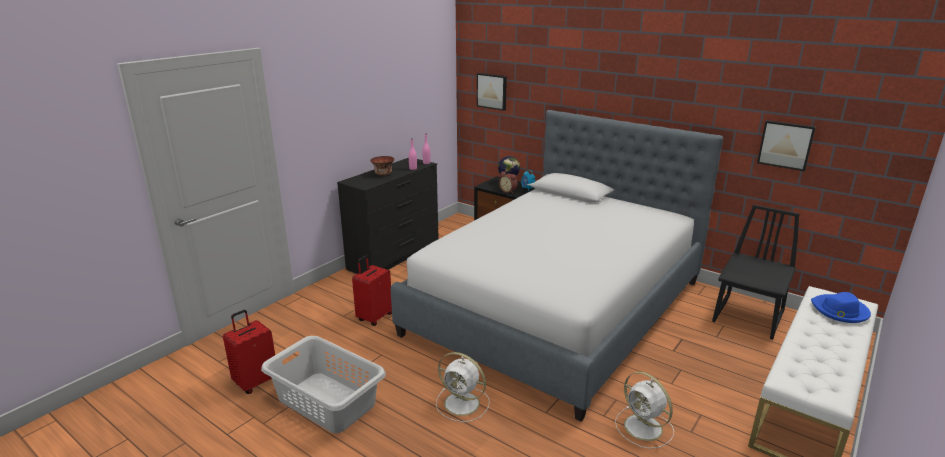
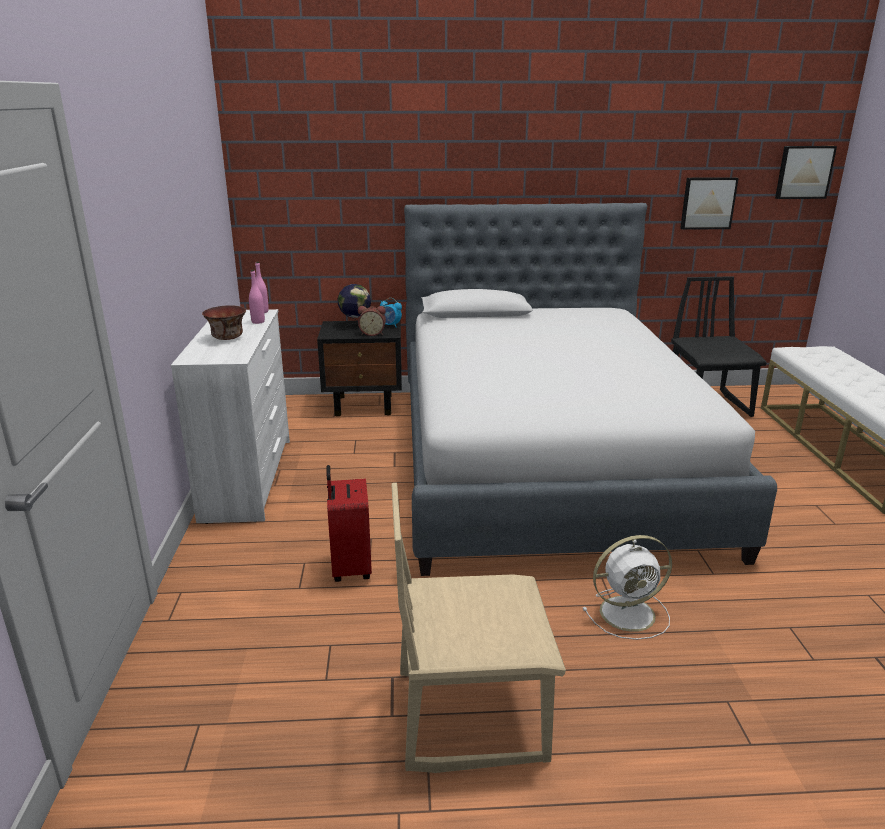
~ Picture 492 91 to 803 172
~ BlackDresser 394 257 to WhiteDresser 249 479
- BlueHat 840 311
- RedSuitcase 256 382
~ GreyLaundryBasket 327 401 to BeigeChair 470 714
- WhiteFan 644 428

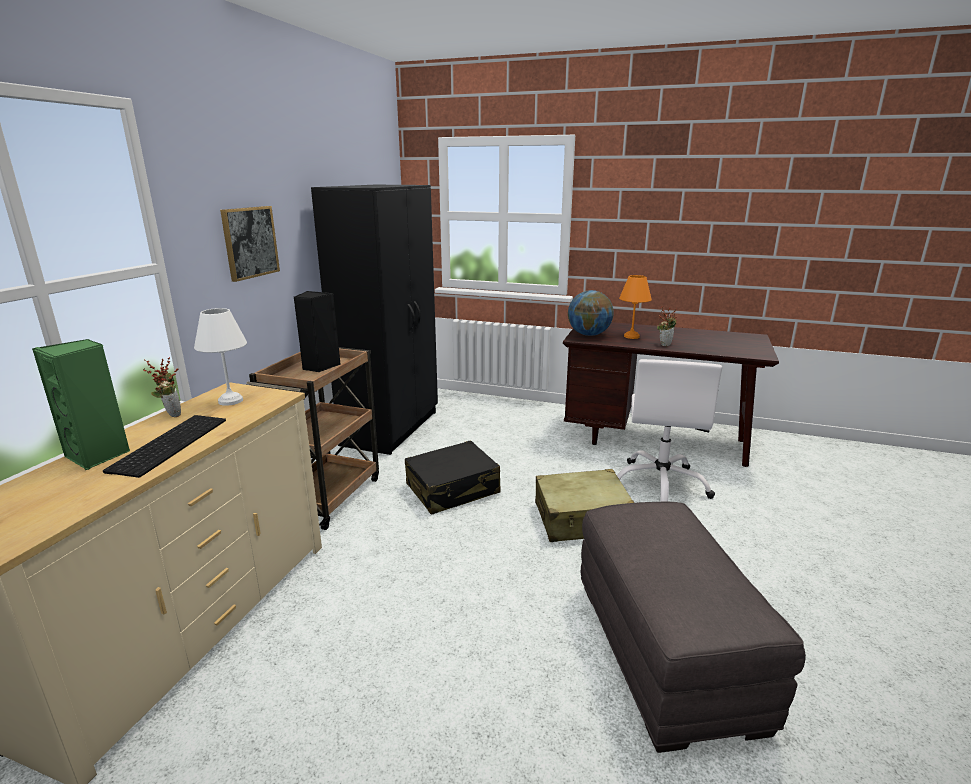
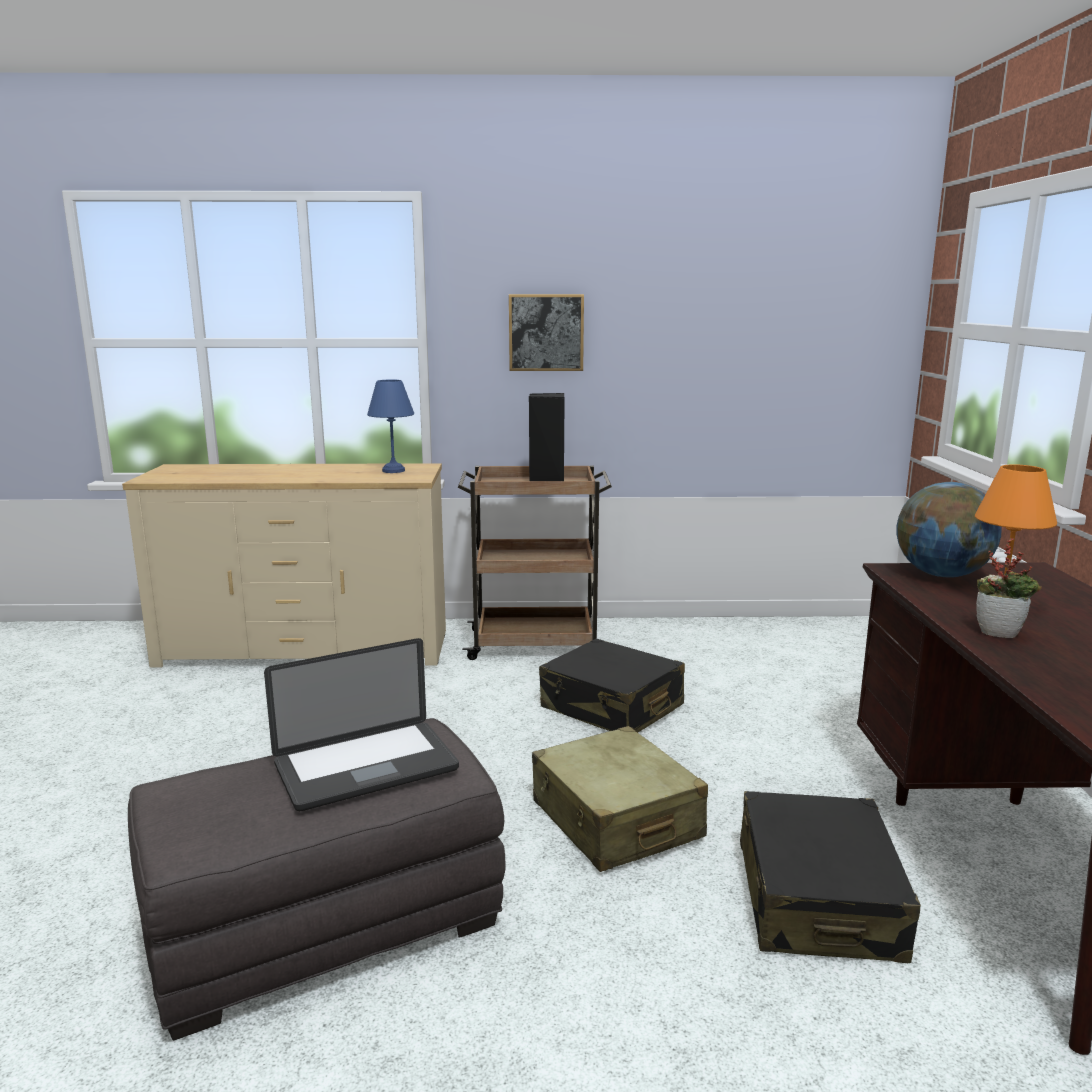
- BlackWardrobe 392 428
~ WhiteTableLamp 230 401 to BlueTableLamp 392 471
- GreenSpeaker 99 455
- PottedPlant 171 414
~ WhiteOfficeChair 660 484 to BlackSuitcase 817 899
- Keyboard 169 443
+ Laptop 366 767

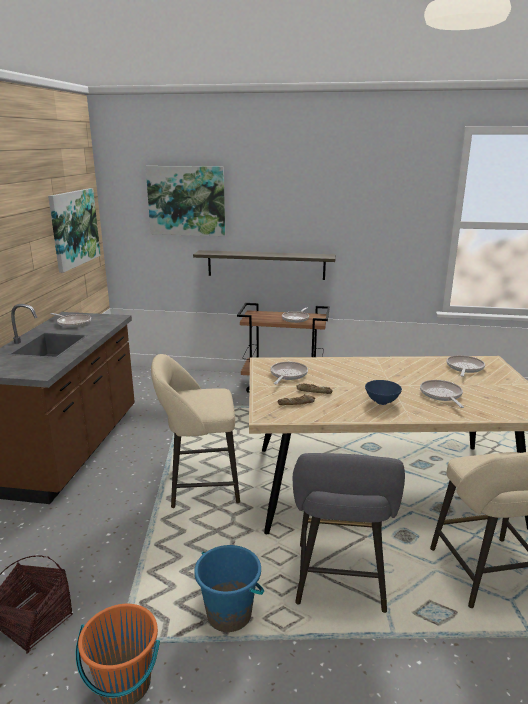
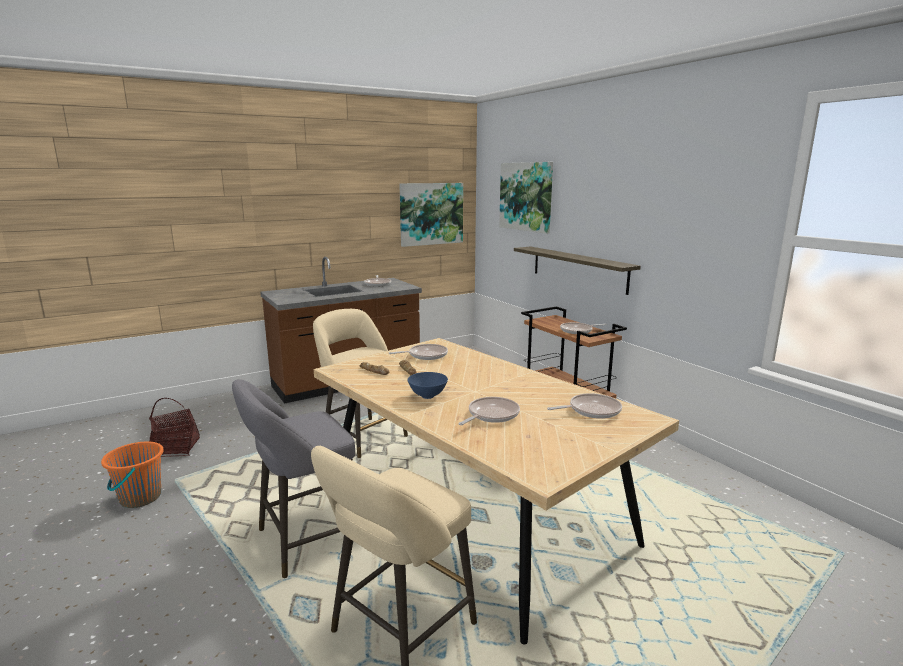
- BlueBucket 229 614

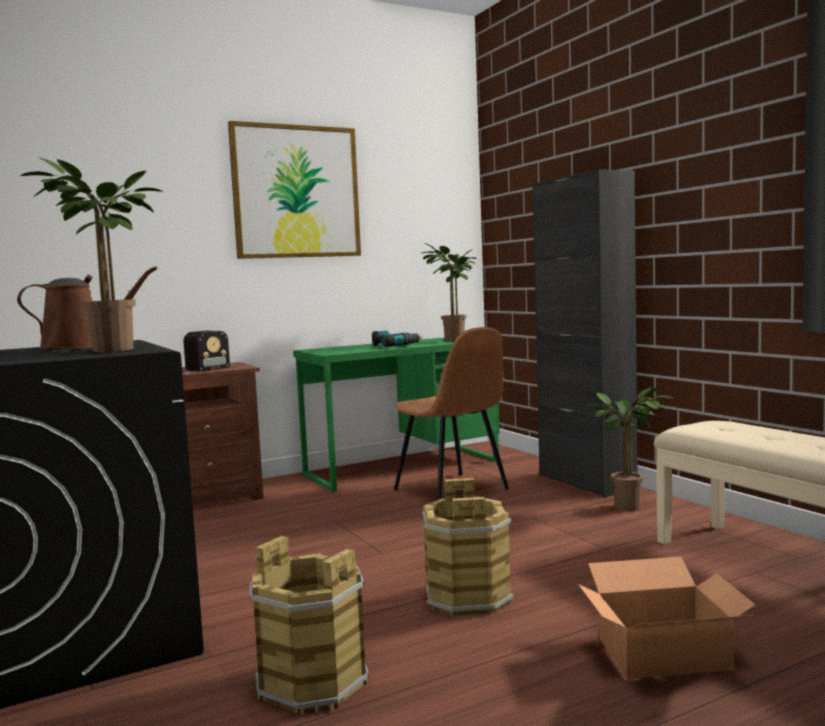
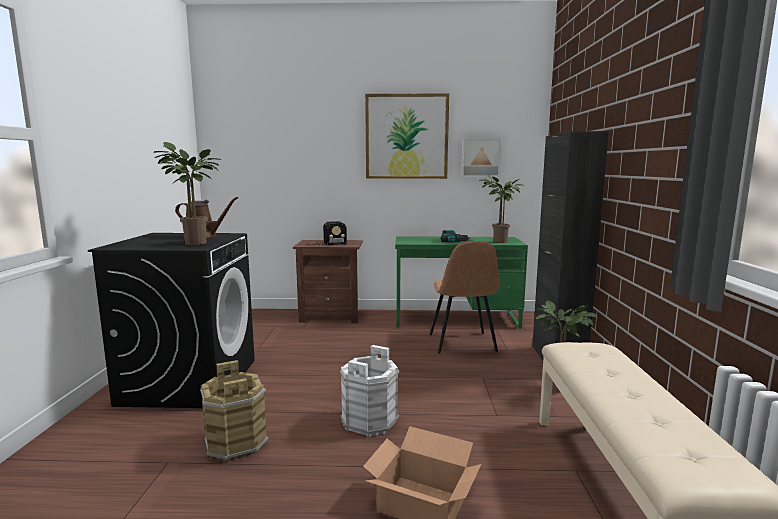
~ BrownBucket 468 597 to WhiteBucket 370 421
+ Picture 480 157

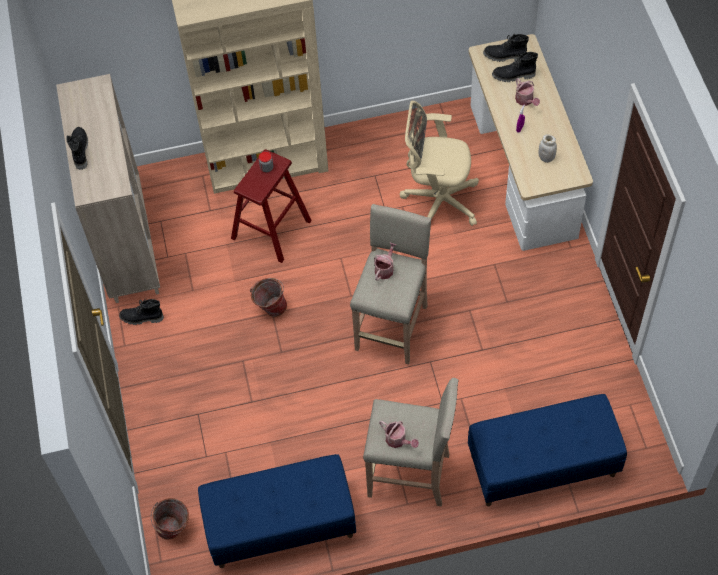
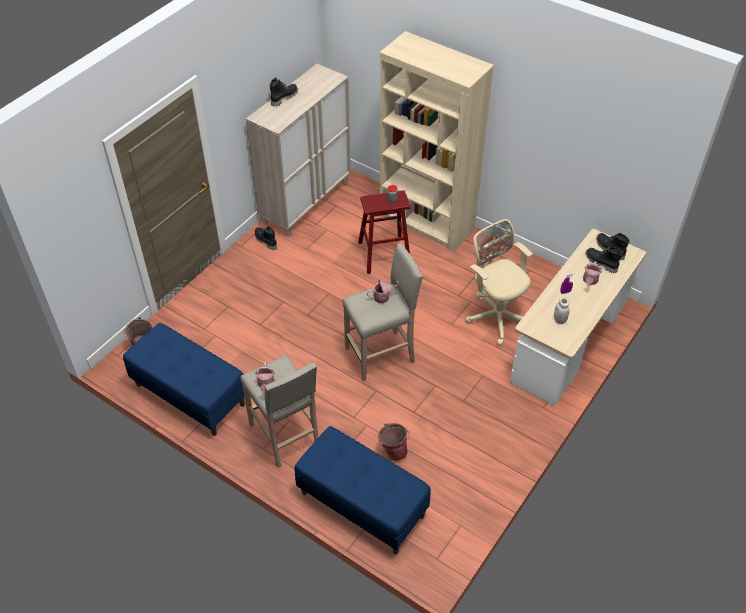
~ Bucket 270 308 to 393 451

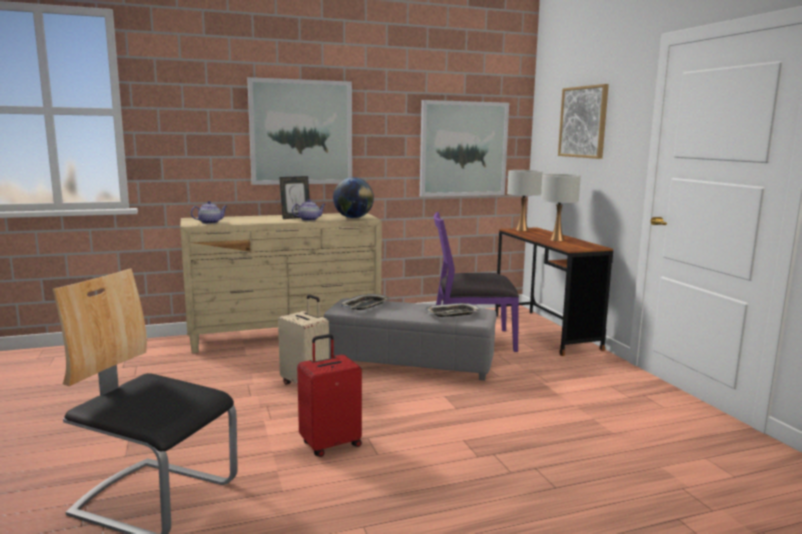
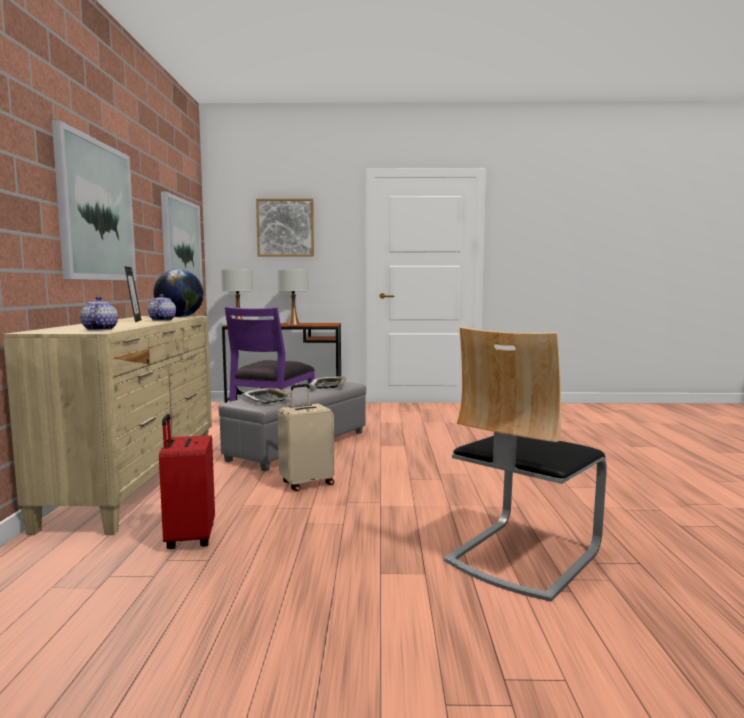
~ RedSuitcase 330 444 to 189 538

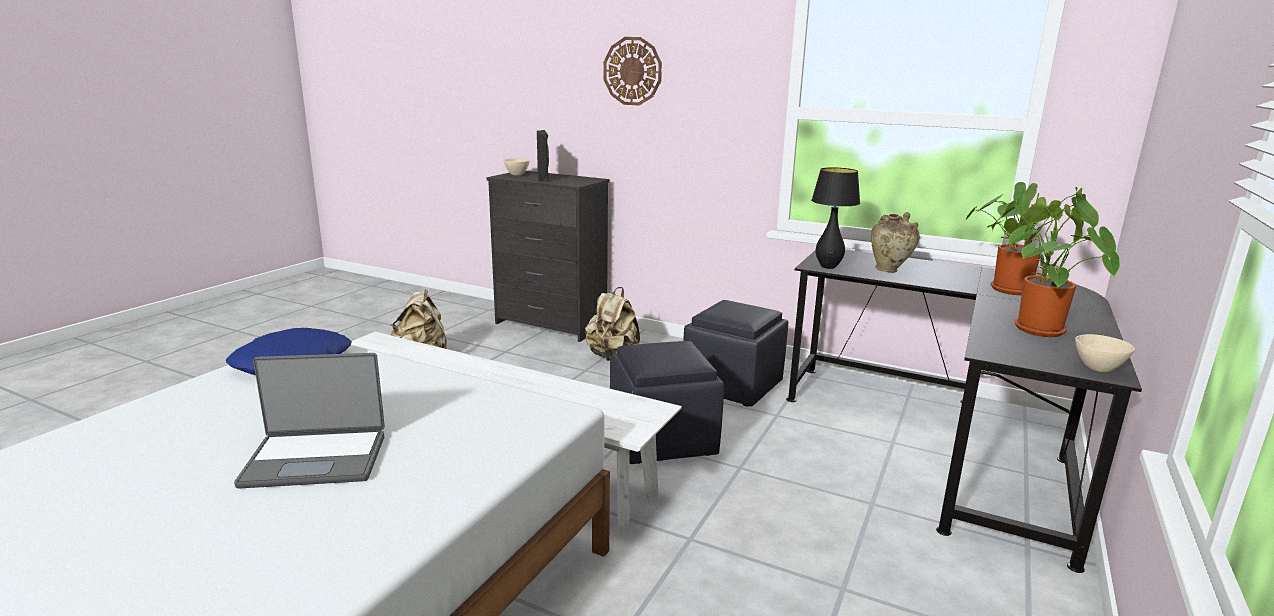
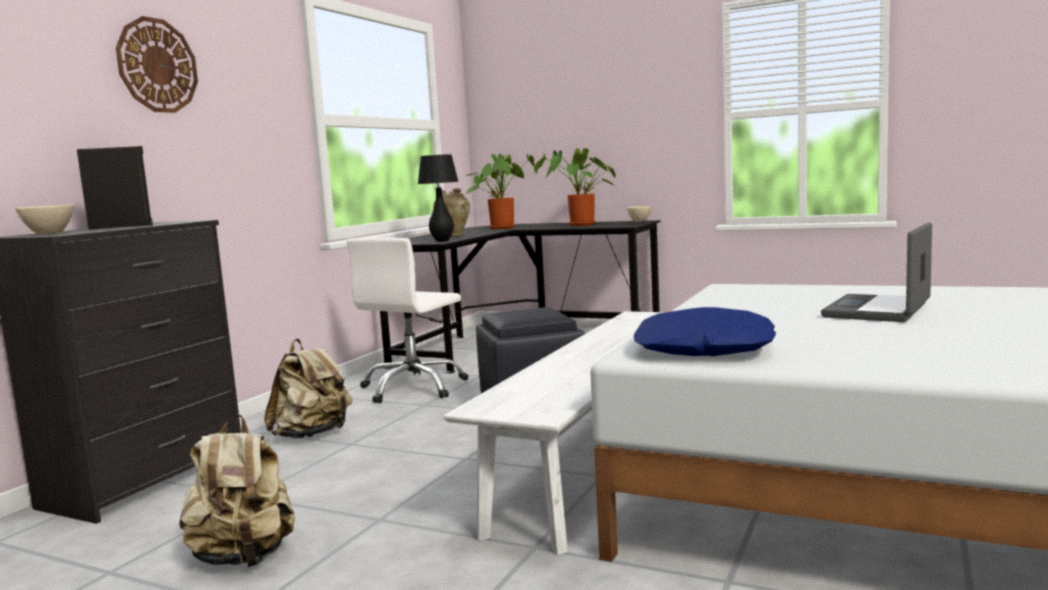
~ BlackOttoman 732 385 to WhiteOfficeChair 414 388
~ Laptop 316 459 = 879 311 135 degrees counterclockwise

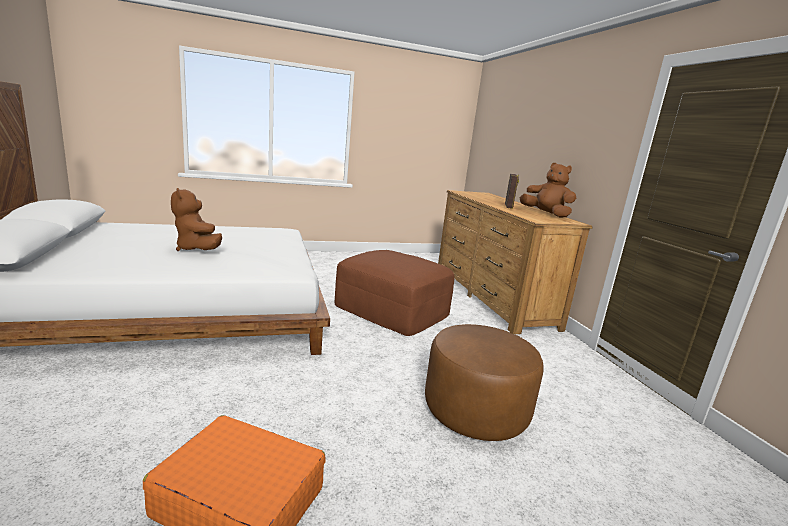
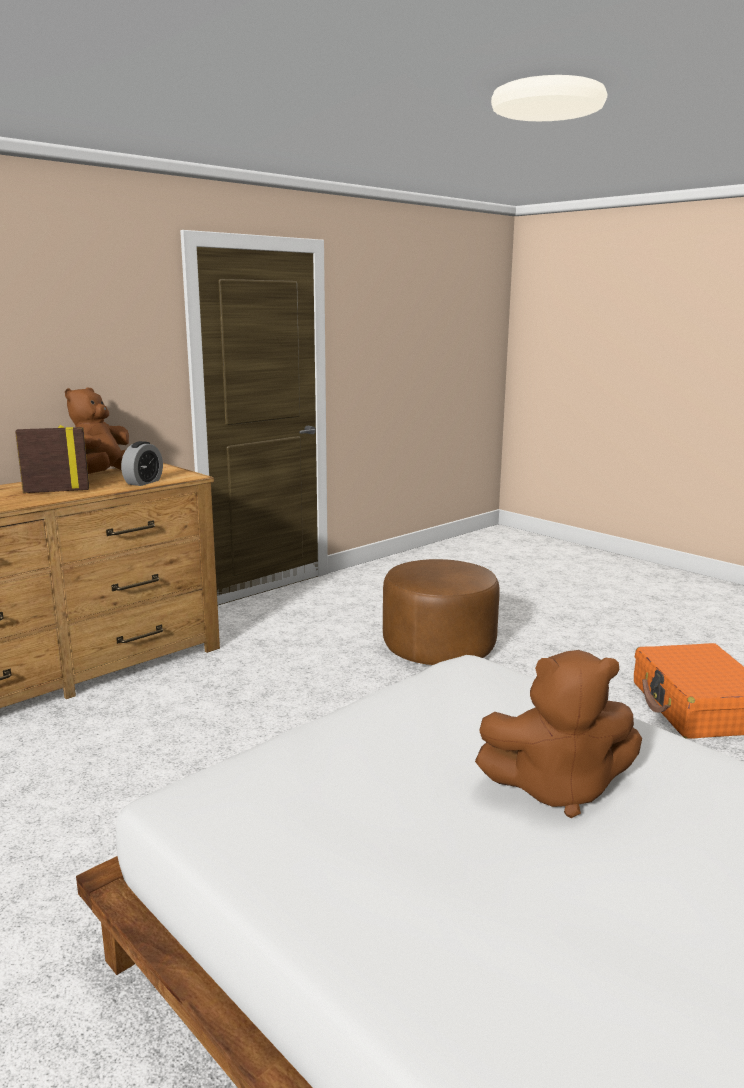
~ BrownPlushToy 197 249 = 557 788 60 degrees clockwise
- BrownOttoman 392 309
+ AlarmClock 143 482

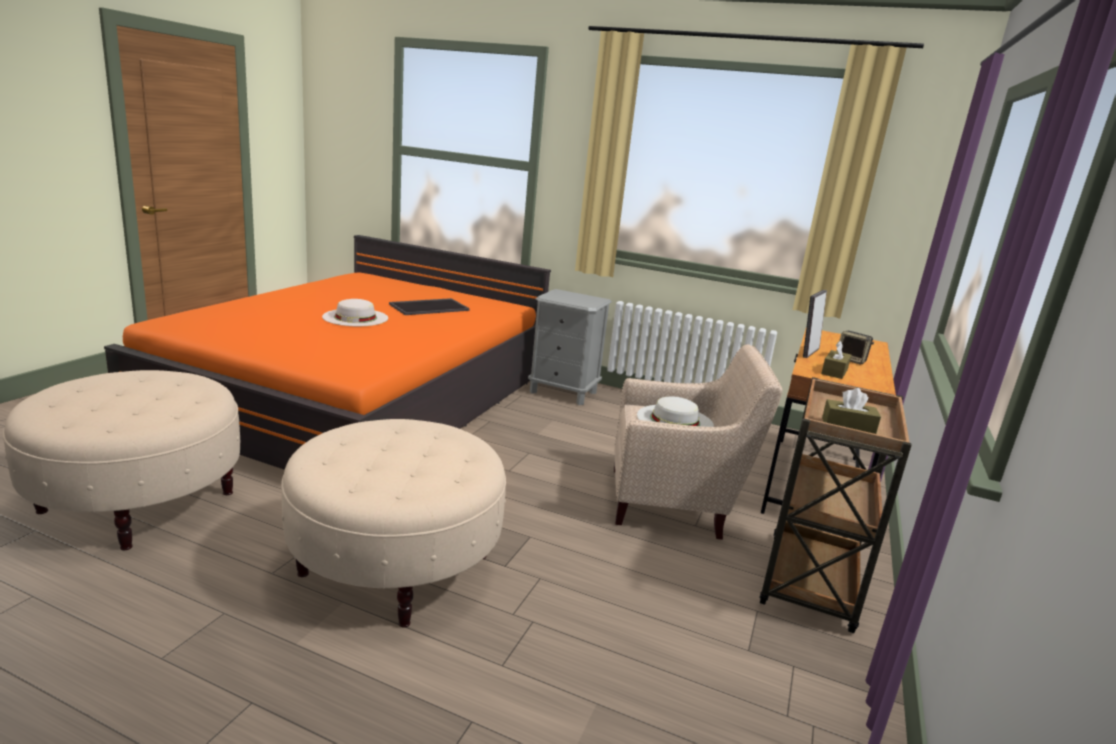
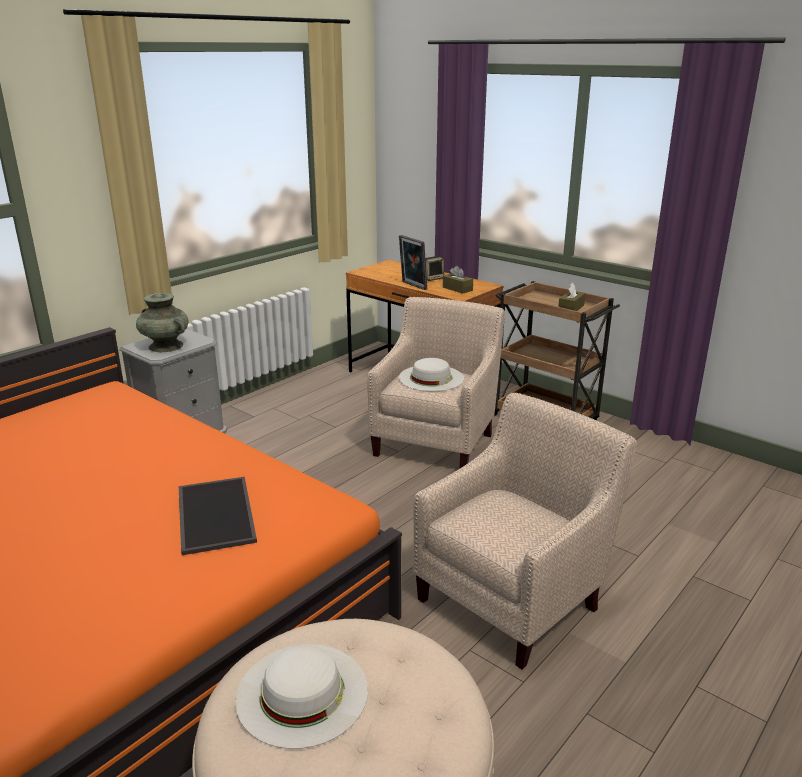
~ Tray 429 307 to 213 514
~ WhiteHat 355 317 to 302 693
~ BeigeOttoman 395 565 to BeigeArmchair 515 598
+ TurquoiseVase 166 346

